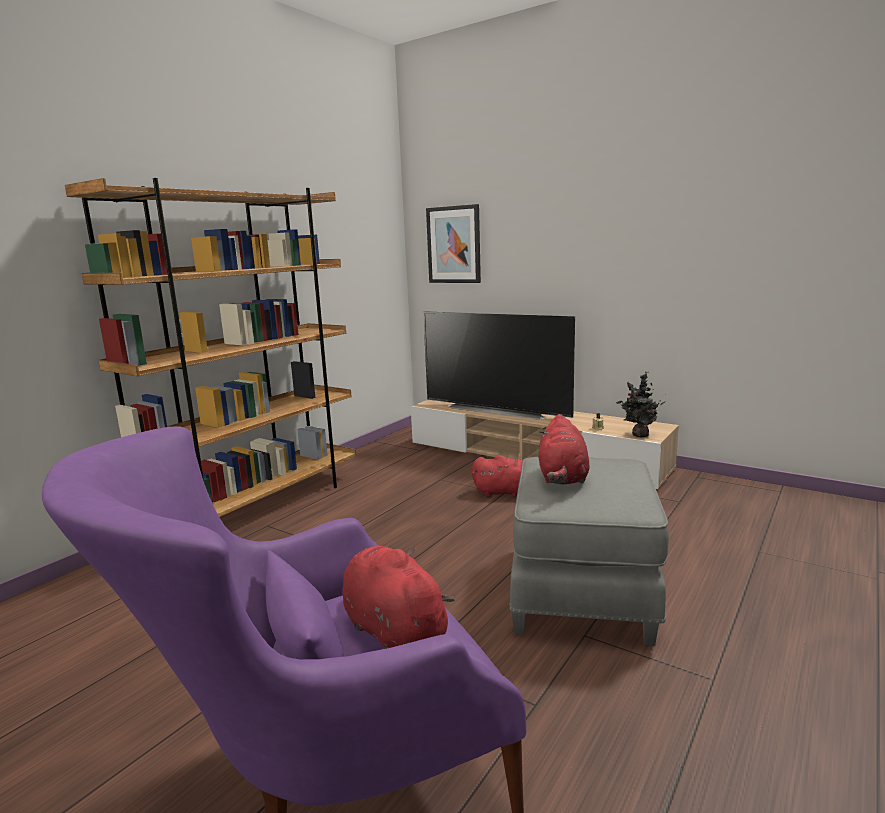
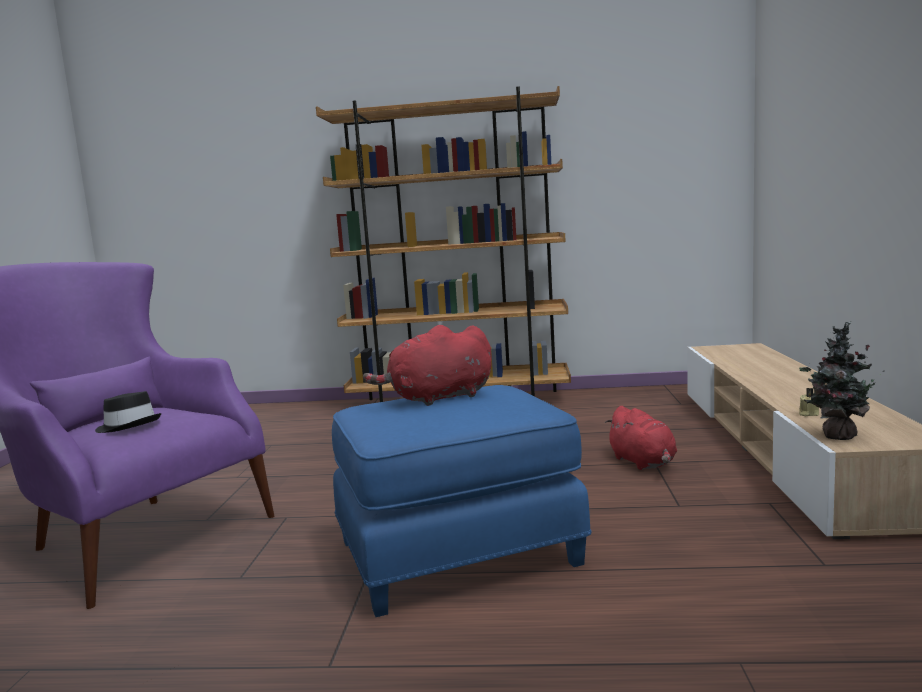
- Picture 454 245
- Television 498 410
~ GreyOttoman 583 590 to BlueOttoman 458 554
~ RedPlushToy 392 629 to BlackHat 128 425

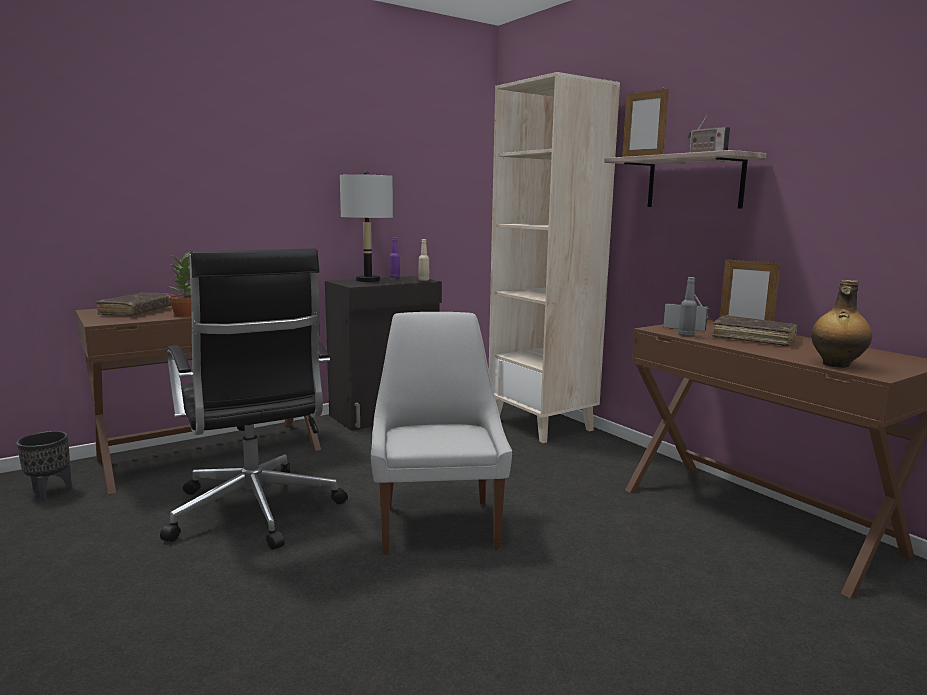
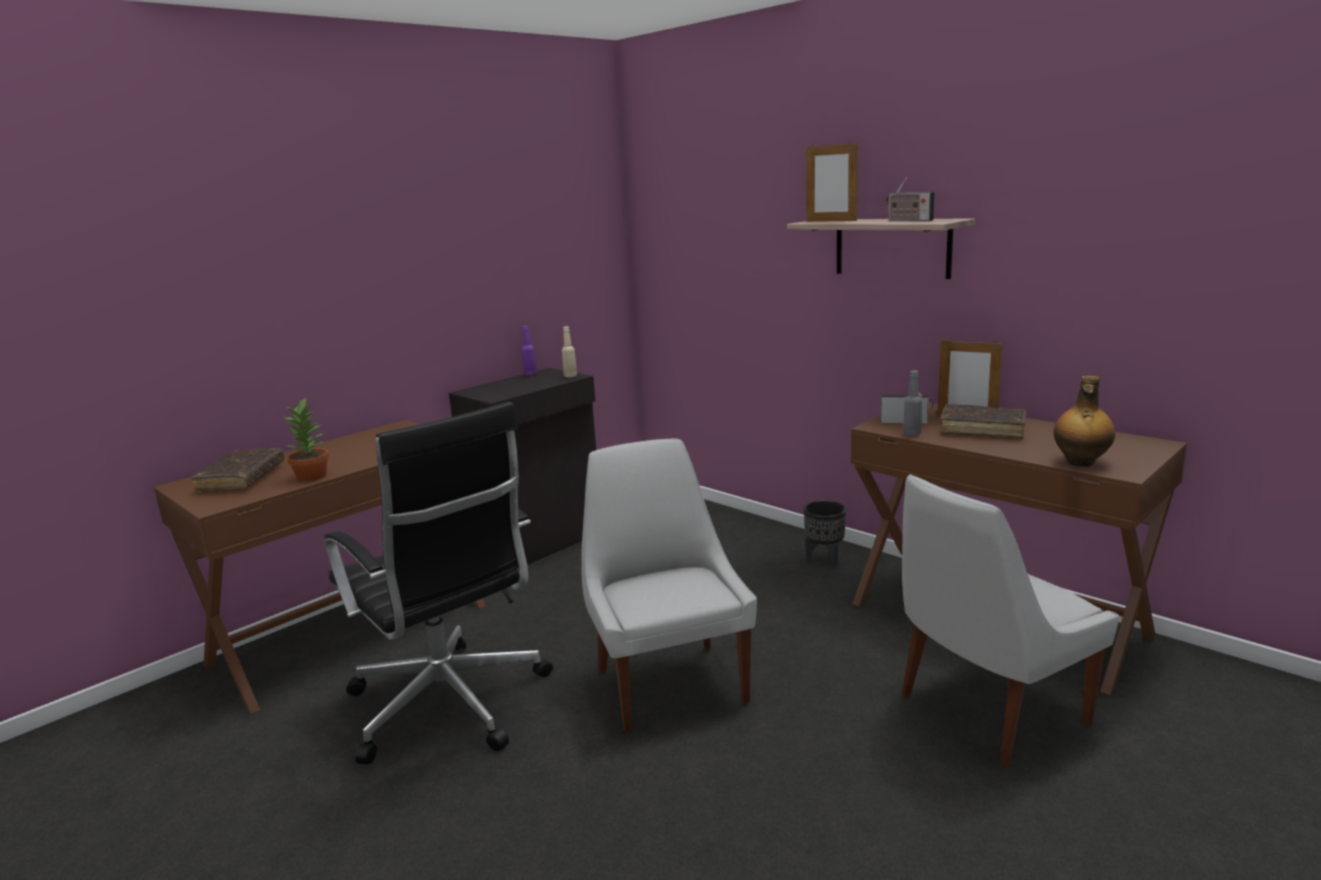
- BeigeBookcase 542 425
- GreyTableLamp 367 280
~ BlackPlanter 49 492 to 824 559
+ WhiteChair 987 711

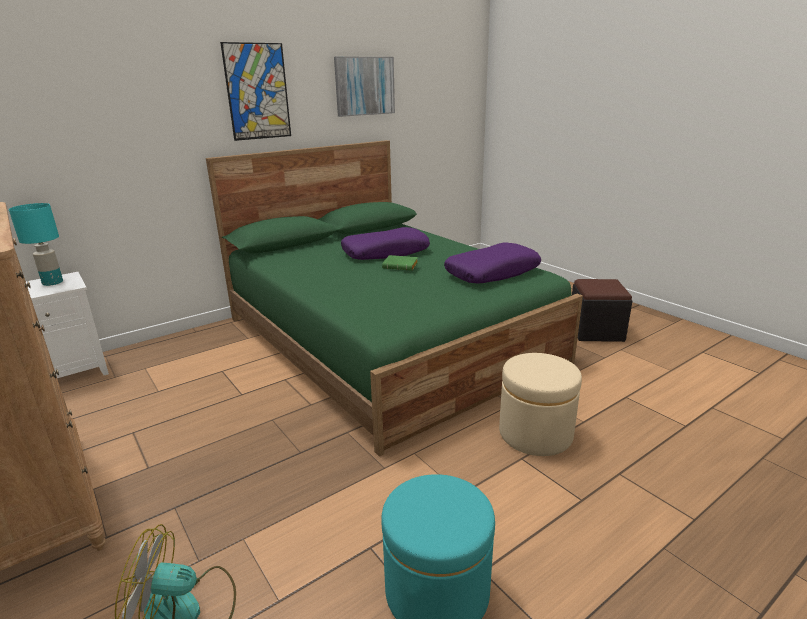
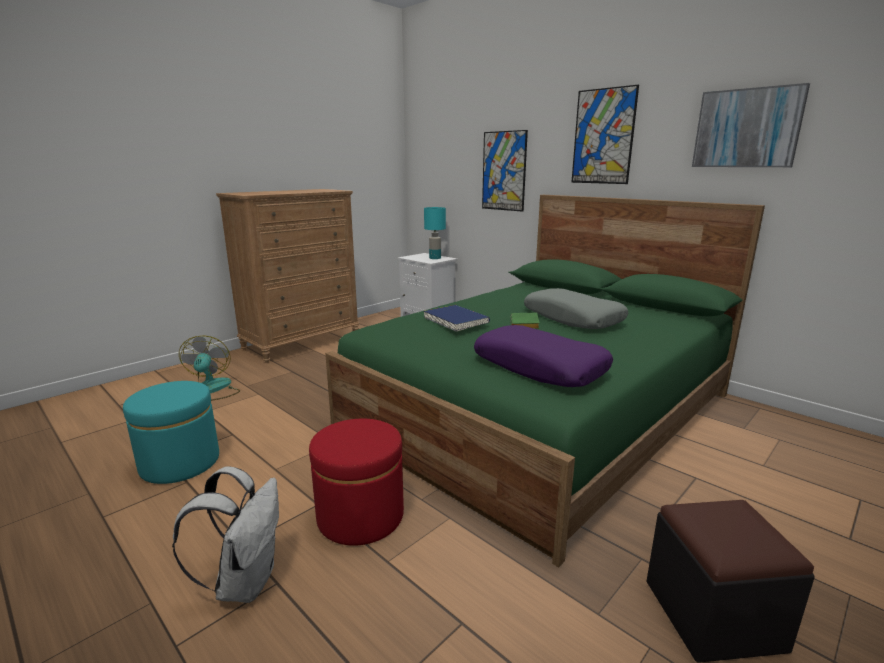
~ PurplePillow 385 252 to GreyPillow 573 318
~ BeigeOttoman 535 434 to RedOttoman 360 516
+ Picture 504 171
+ BlueBook 456 320
+ WhiteBackpack 245 581

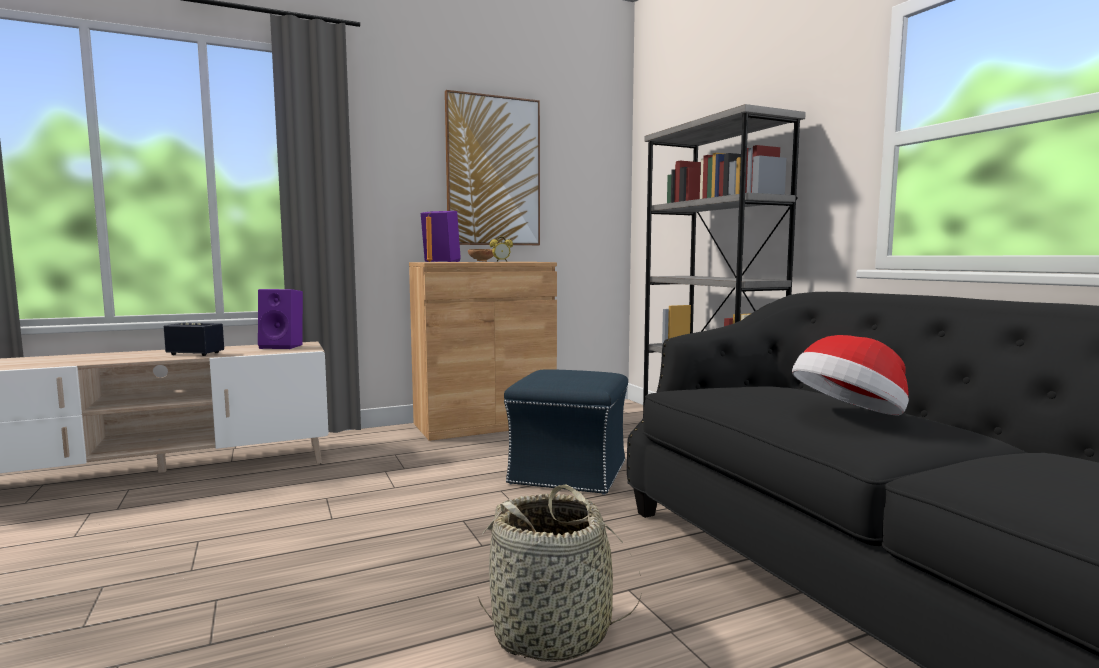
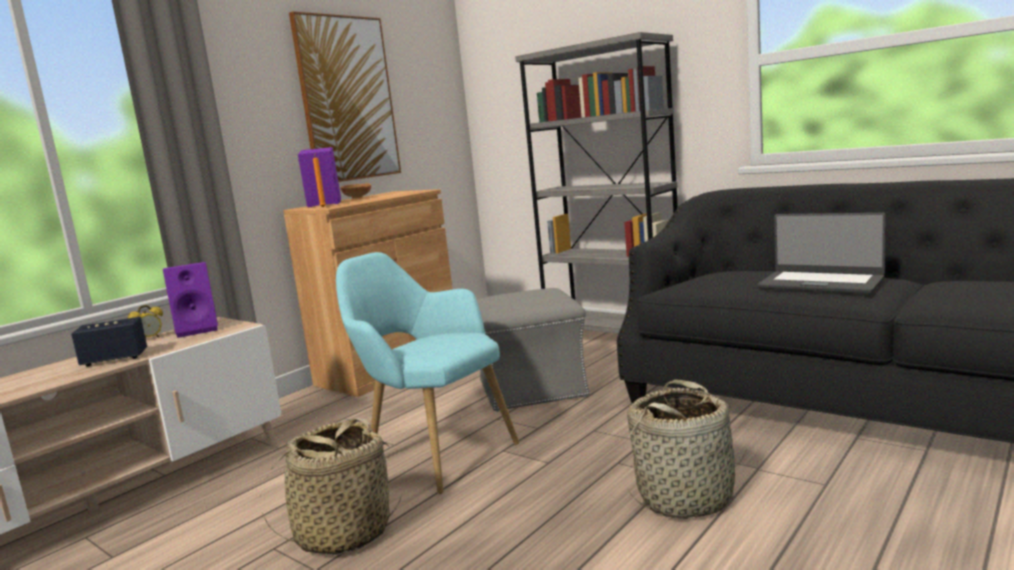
~ AlarmClock 501 261 to 150 338
~ Hat 850 416 to Laptop 820 283
~ BlueOttoman 570 473 to GreyOttoman 533 388
+ TurquoiseArmchair 434 453
+ Basket 343 533

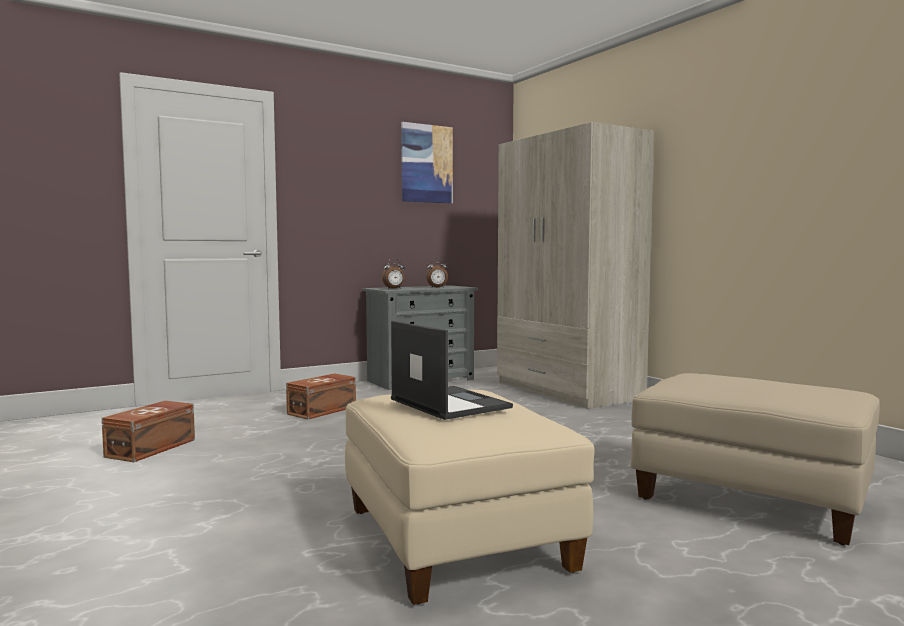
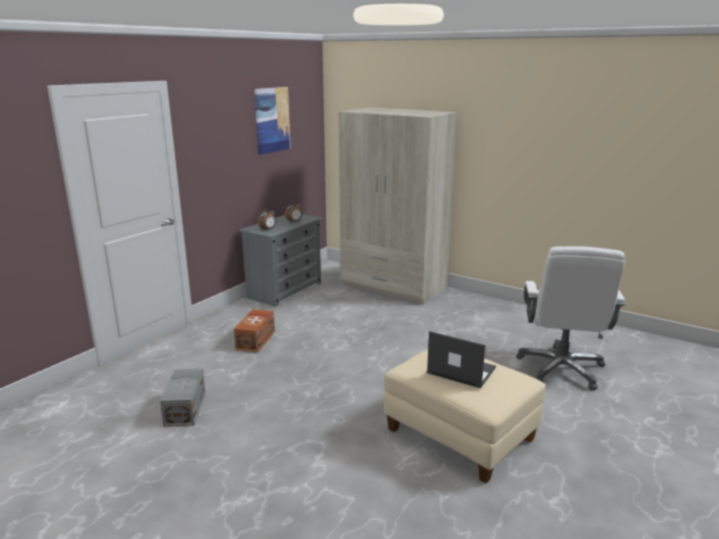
~ BeigeOttoman 750 499 to WhiteOfficeChair 561 369
~ BrownStorageBox 153 448 to GreyStorageBox 186 408

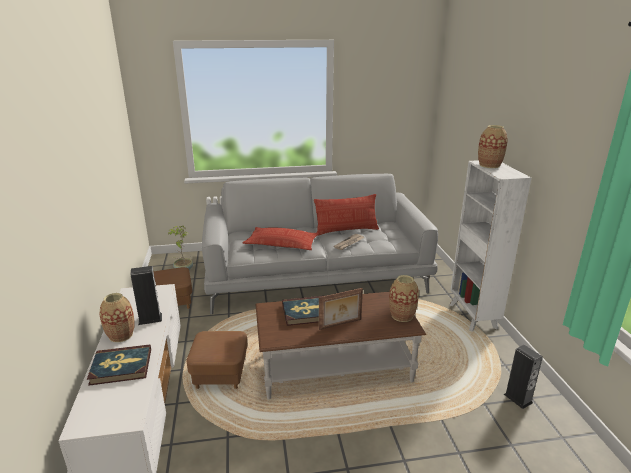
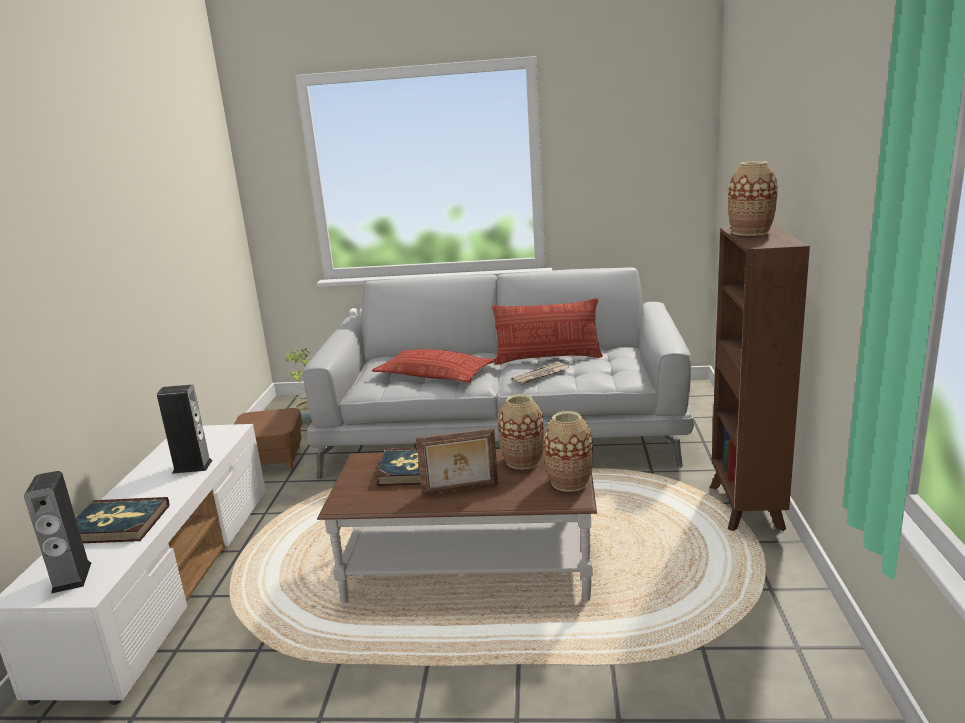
~ WhiteBookcase 473 317 to BrownBookcase 745 508
~ Vase 121 335 to 522 461
- BrownOttoman 220 374
~ Speaker 518 398 to 71 577

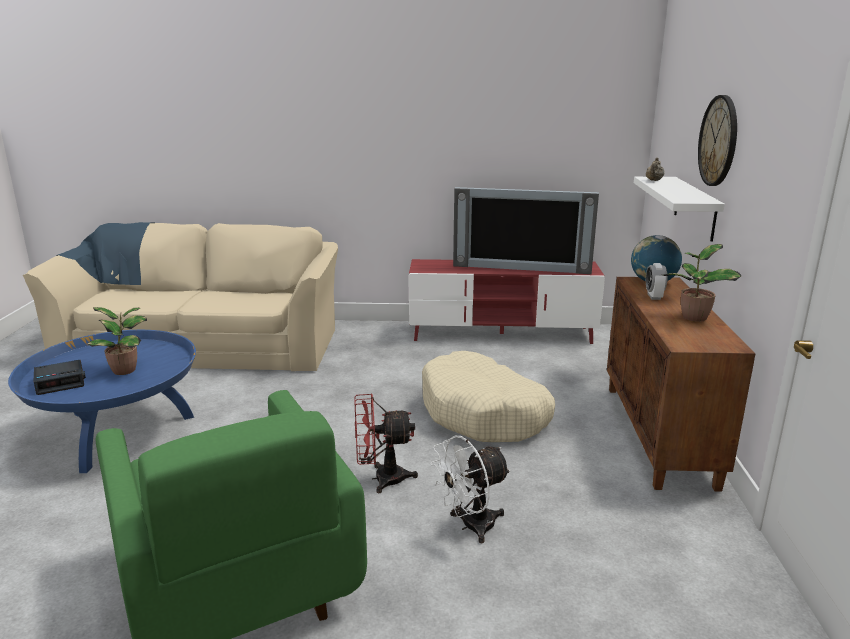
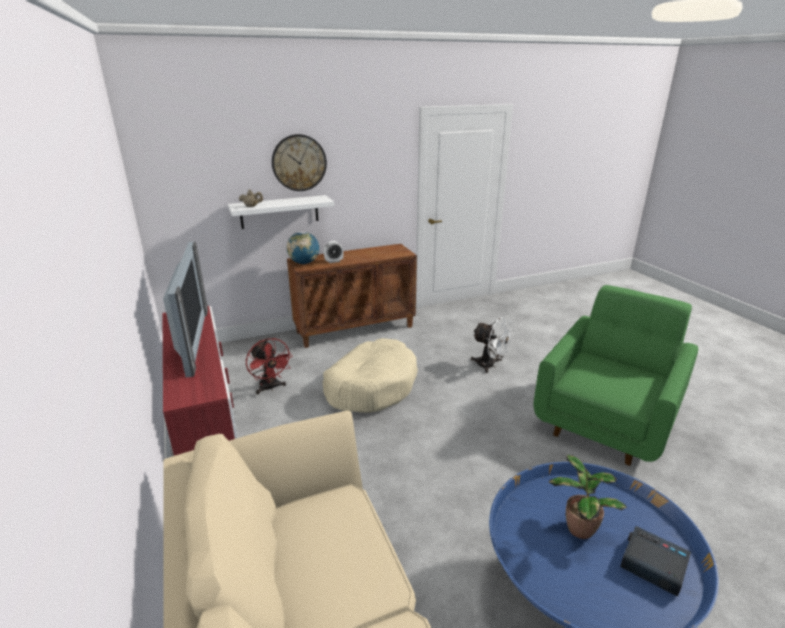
- PottedPlant 693 318
~ RedFan 381 479 to 270 388

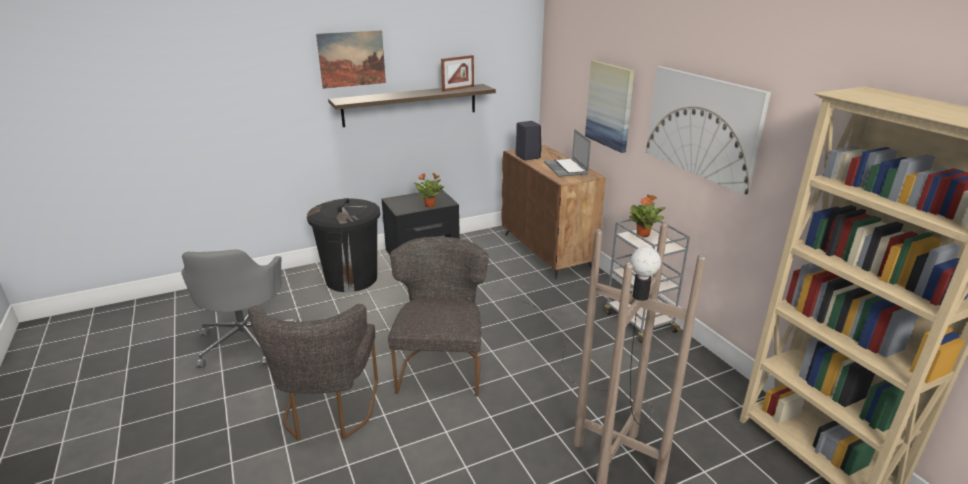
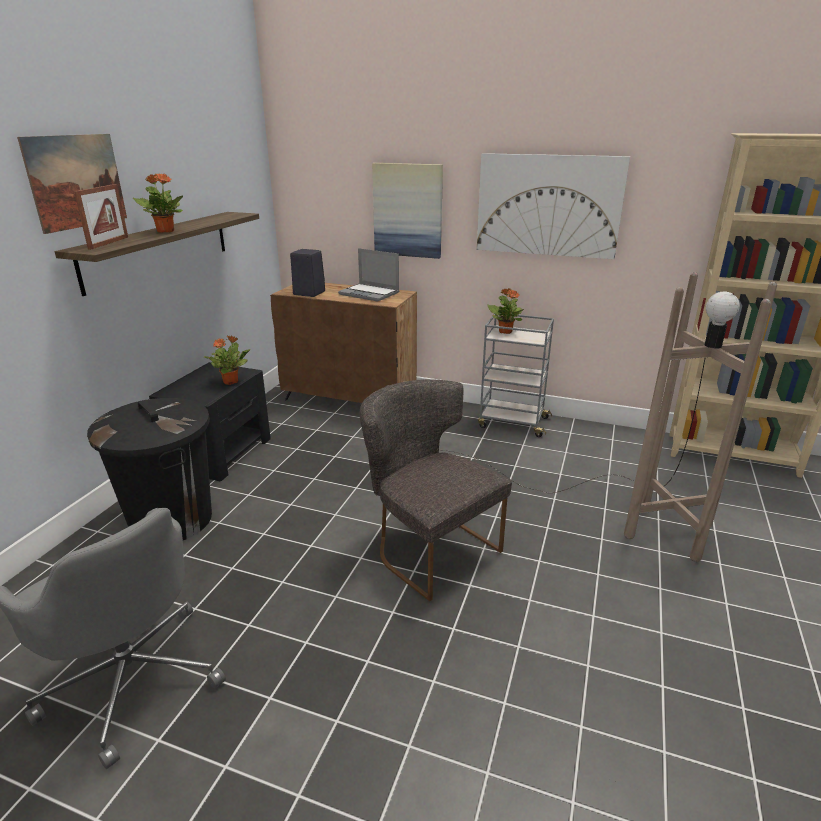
~ PictureFrame 458 89 to 109 243
- GreyChair 328 412
+ PottedPlant 165 231

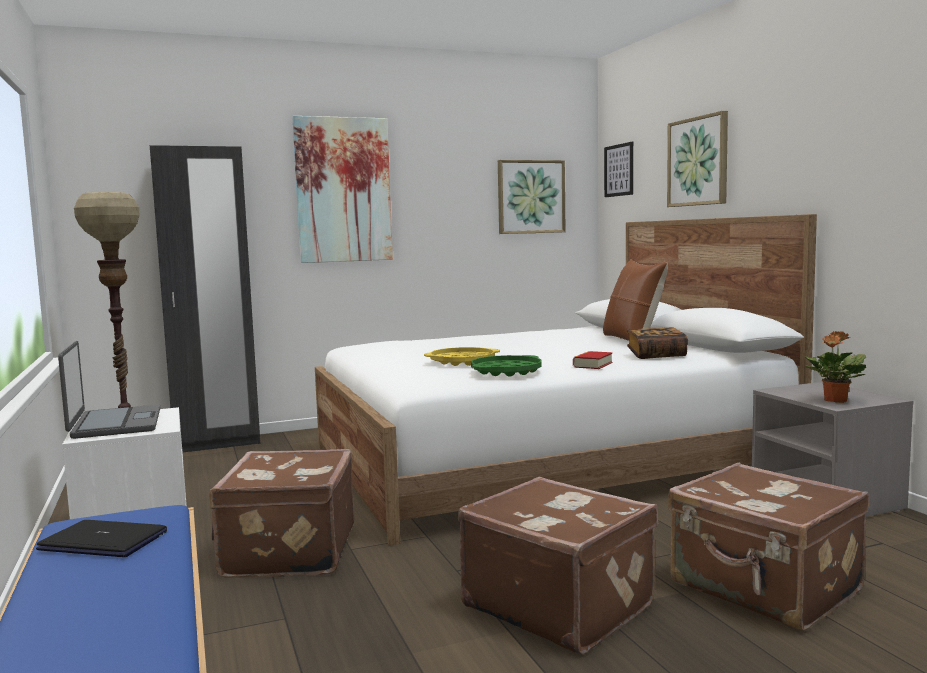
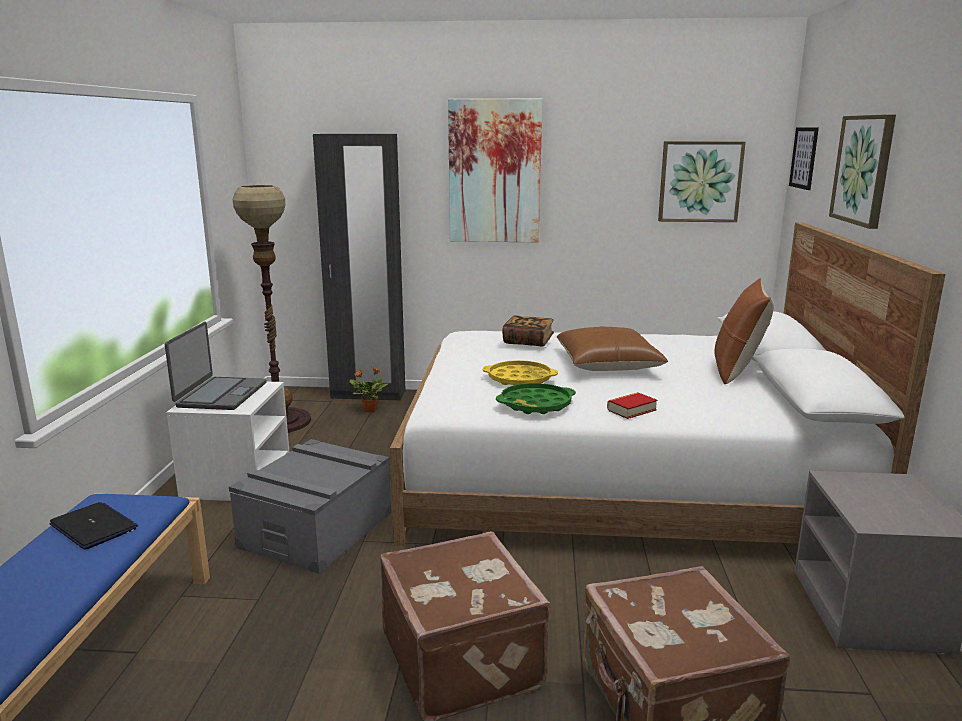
~ Book 656 355 to 528 341
~ PottedPlant 834 401 to 369 409
~ BrownSuitcase 287 552 to GreyStorageBox 317 530
+ BrownPillow 608 364

